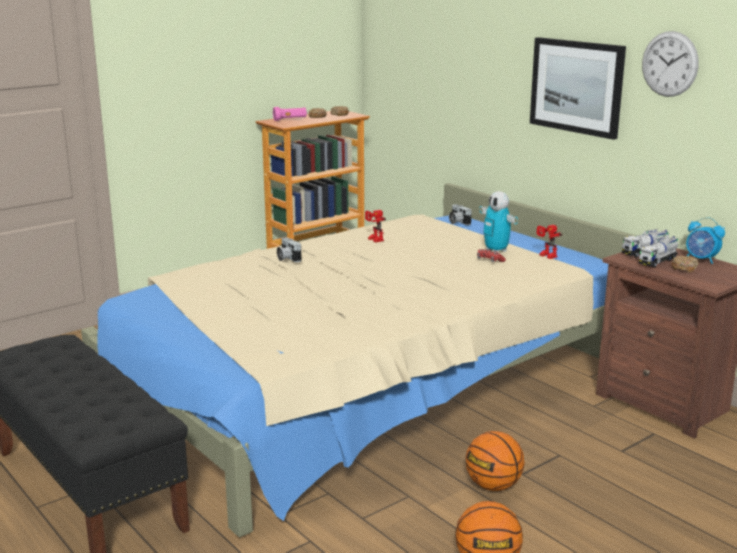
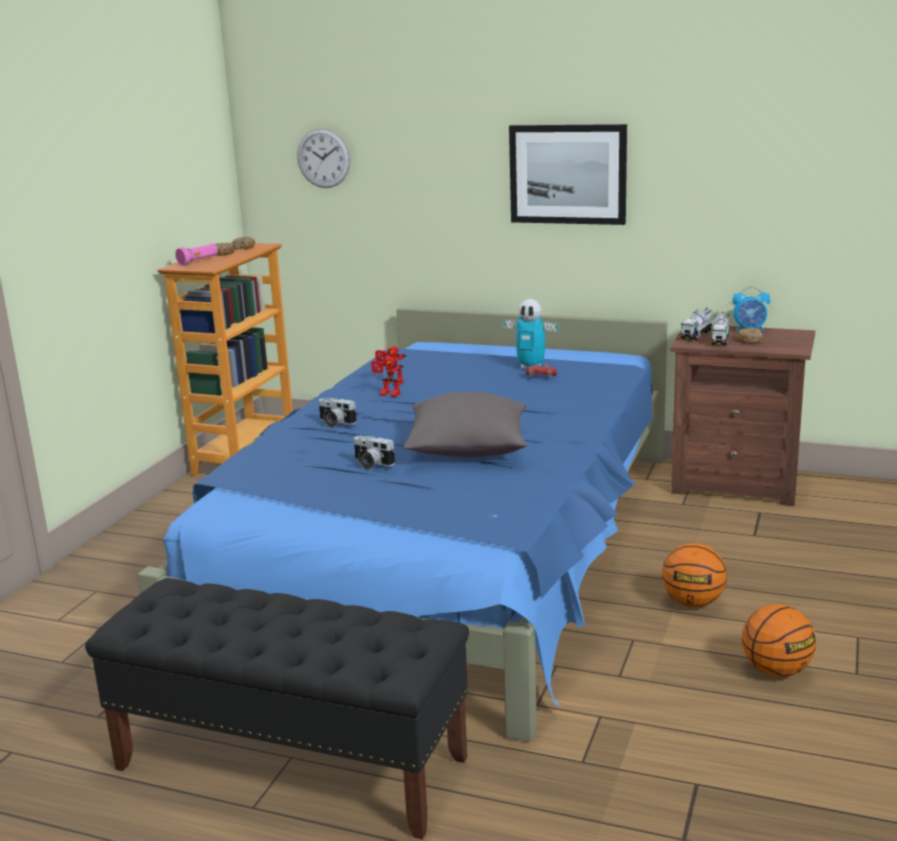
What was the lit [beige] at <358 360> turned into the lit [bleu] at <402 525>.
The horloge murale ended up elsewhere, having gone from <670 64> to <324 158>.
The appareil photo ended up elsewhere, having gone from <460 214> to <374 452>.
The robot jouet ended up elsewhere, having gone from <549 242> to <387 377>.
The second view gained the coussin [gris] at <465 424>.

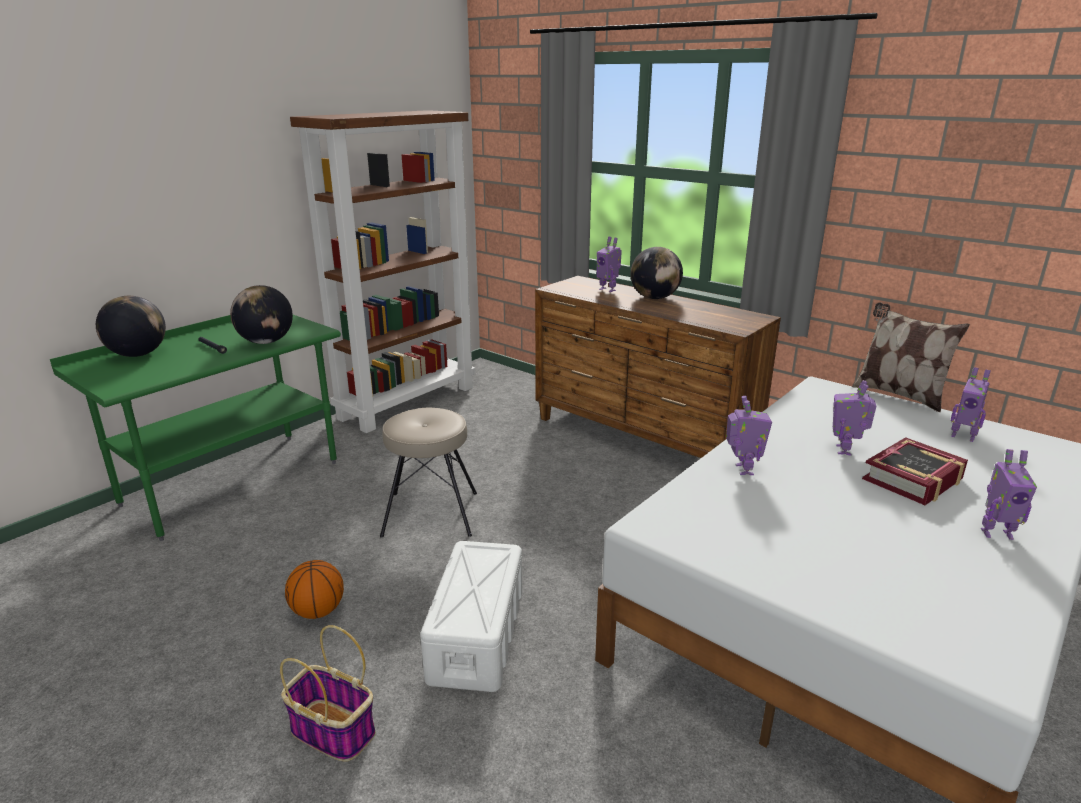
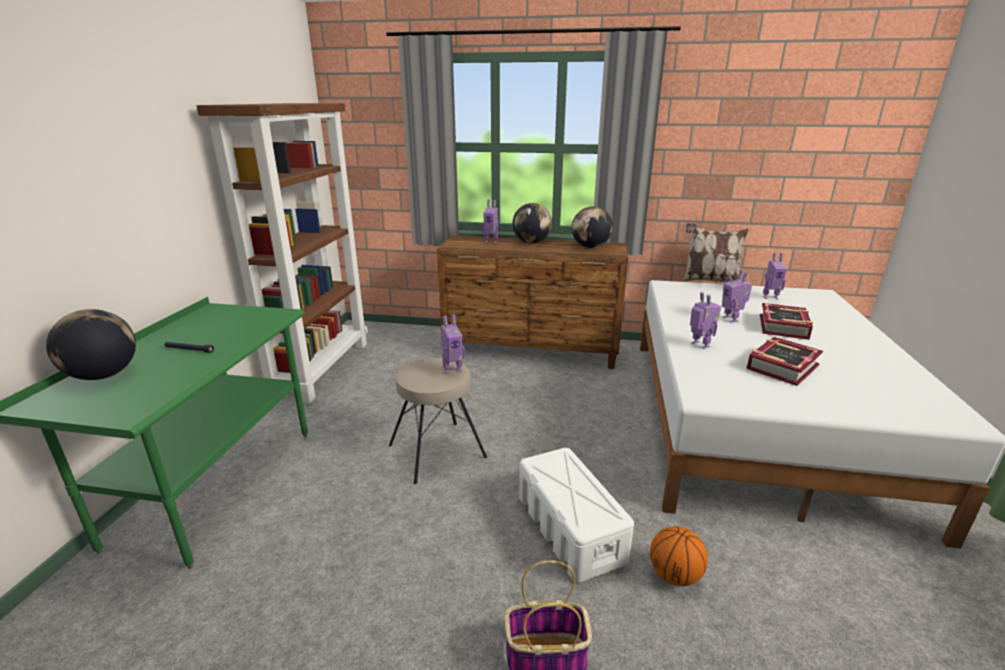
The robot jouet ended up elsewhere, having gone from <1009 494> to <453 344>.
The globe ended up elsewhere, having gone from <261 314> to <592 227>.
The ballon de basket ended up elsewhere, having gone from <314 589> to <679 556>.
The second view gained the livre at <785 361>.

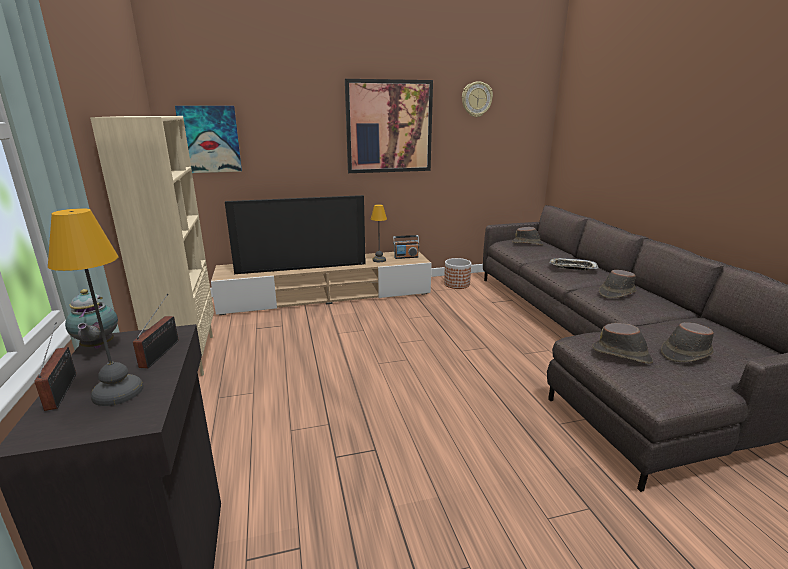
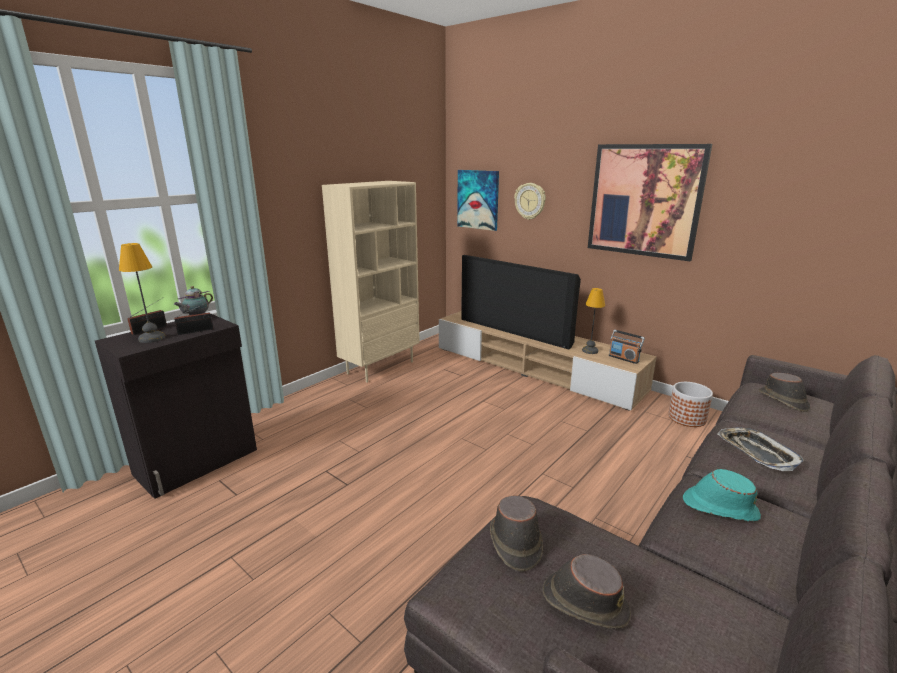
The horloge murale ended up elsewhere, having gone from <477 99> to <530 201>.
What was the chapeau [marron] at <617 284> turned into the chapeau [turquoise] at <722 495>.

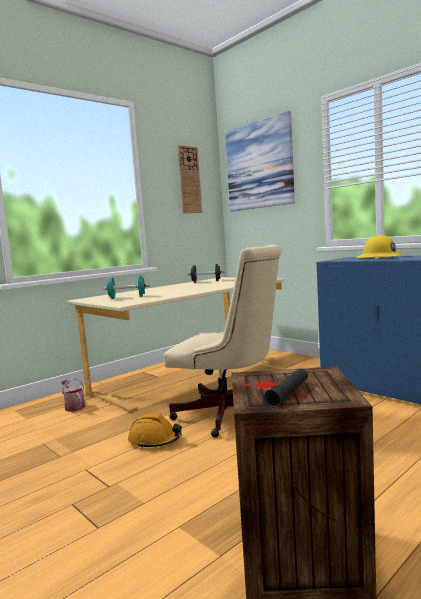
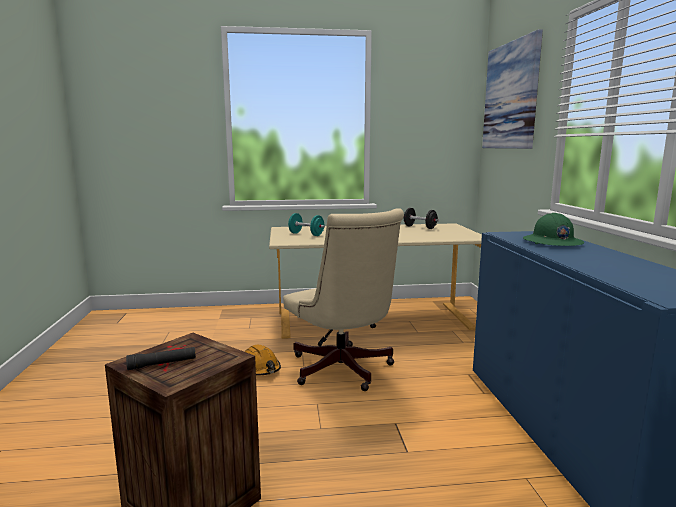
What was the casque de chantier [jaune] at <380 247> turned into the casque de chantier [vert] at <553 229>.
The second view lost the arrosoir at <73 395>.
The second view lost the horloge murale at <190 179>.

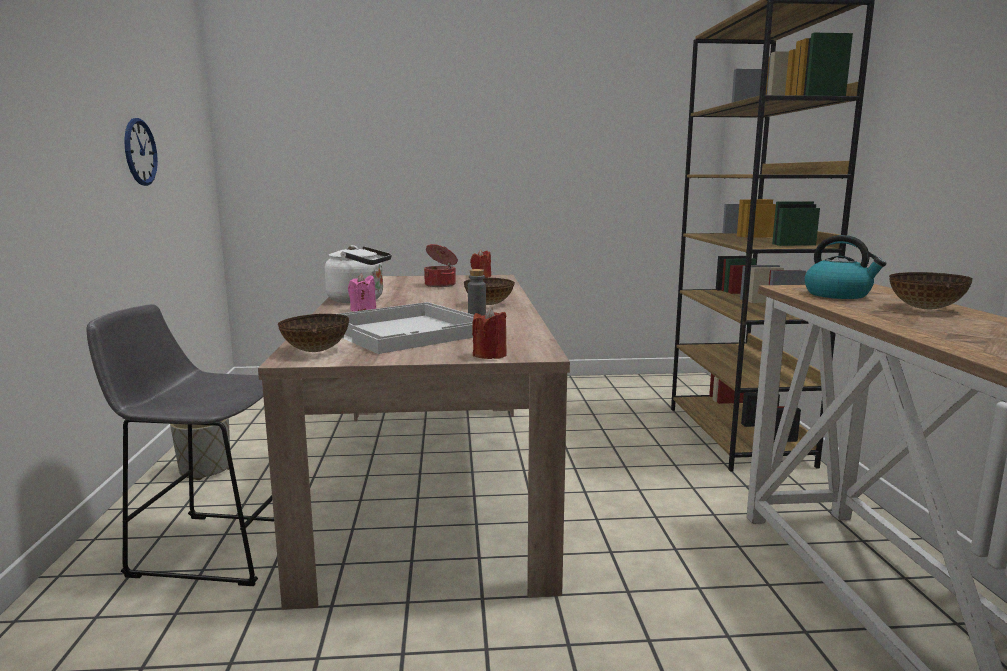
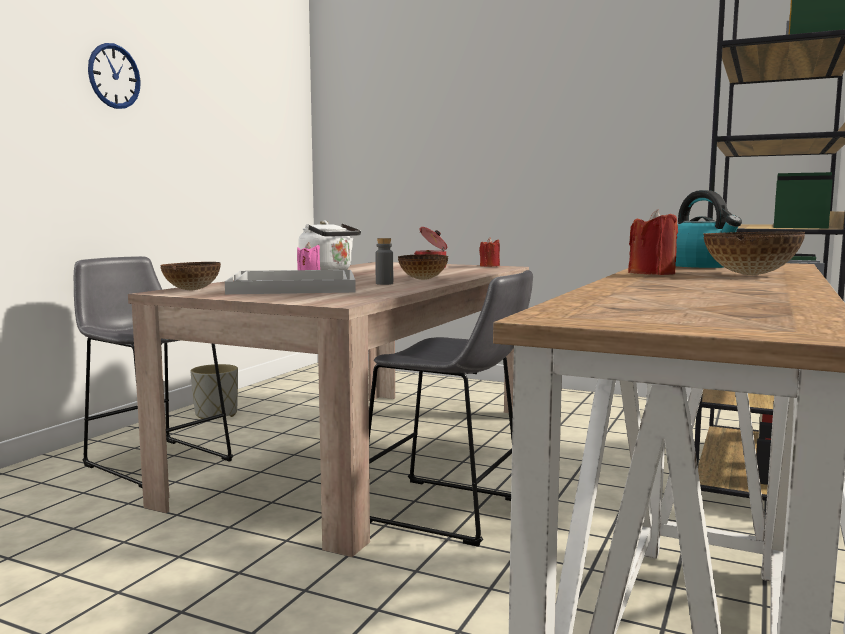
The horloge murale ended up elsewhere, having gone from <141 152> to <114 76>.
The second view gained the tabouret [gris] at <451 408>.
The bougie [rouge] ended up elsewhere, having gone from <489 333> to <653 242>.

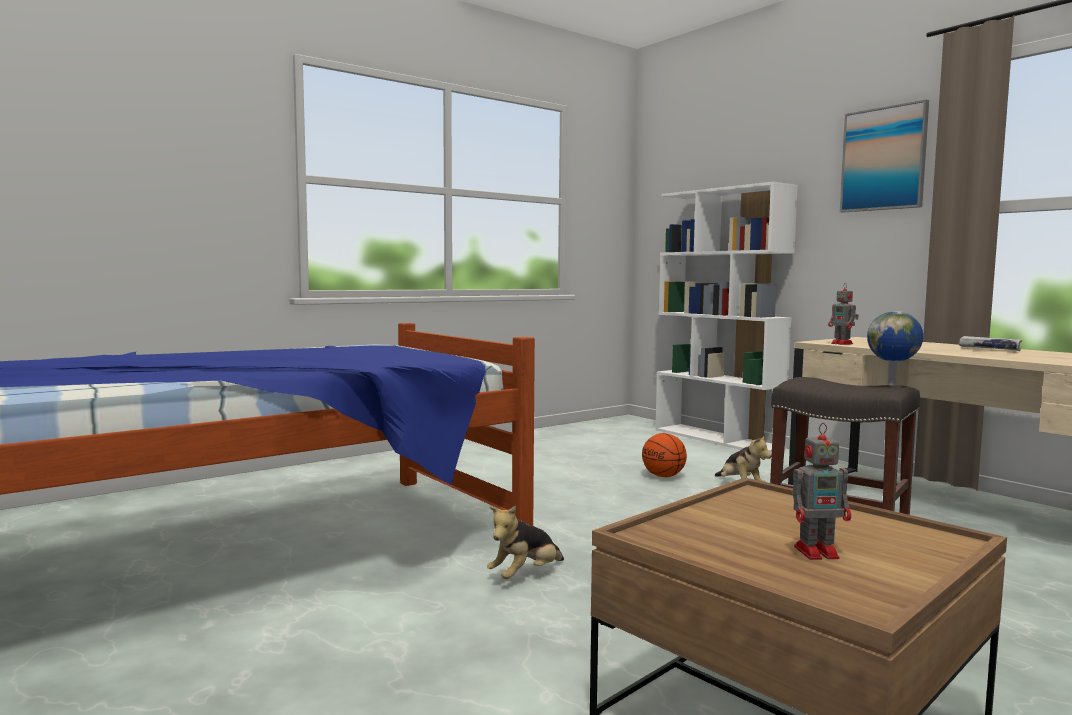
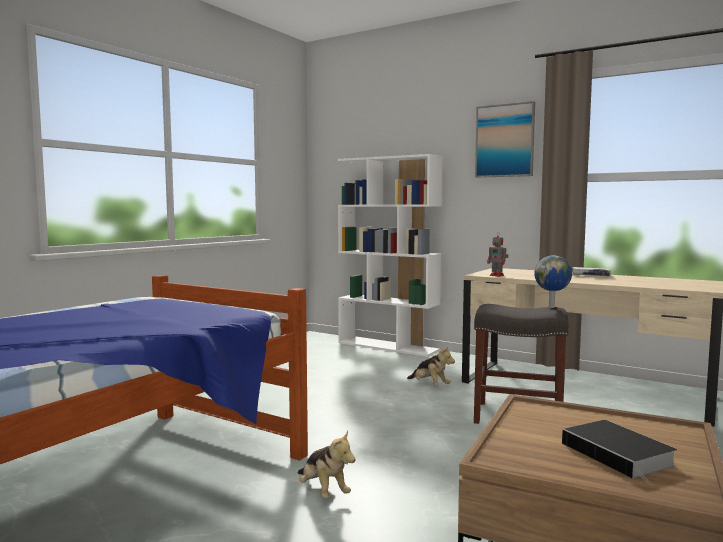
The peluche at <525 542> ended up facing another way, 60 degrees counterclockwise from before.
Where the robot jouet stood at <822 491>, the livre came to stand at <619 452>.
The second view lost the ballon de basket at <664 455>.

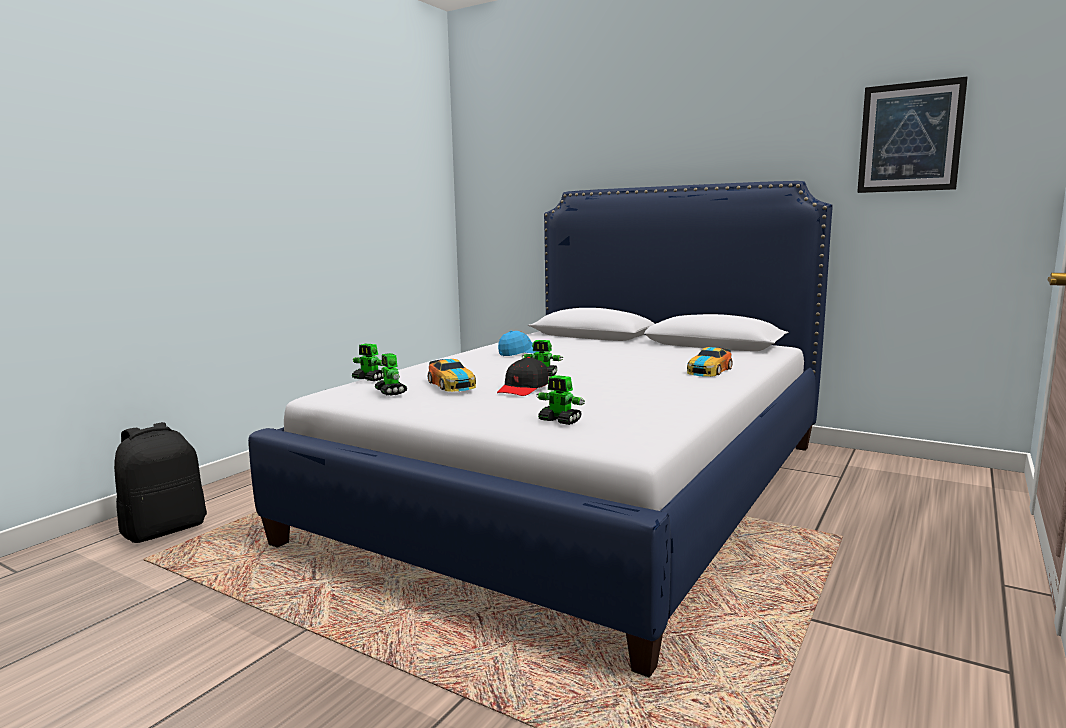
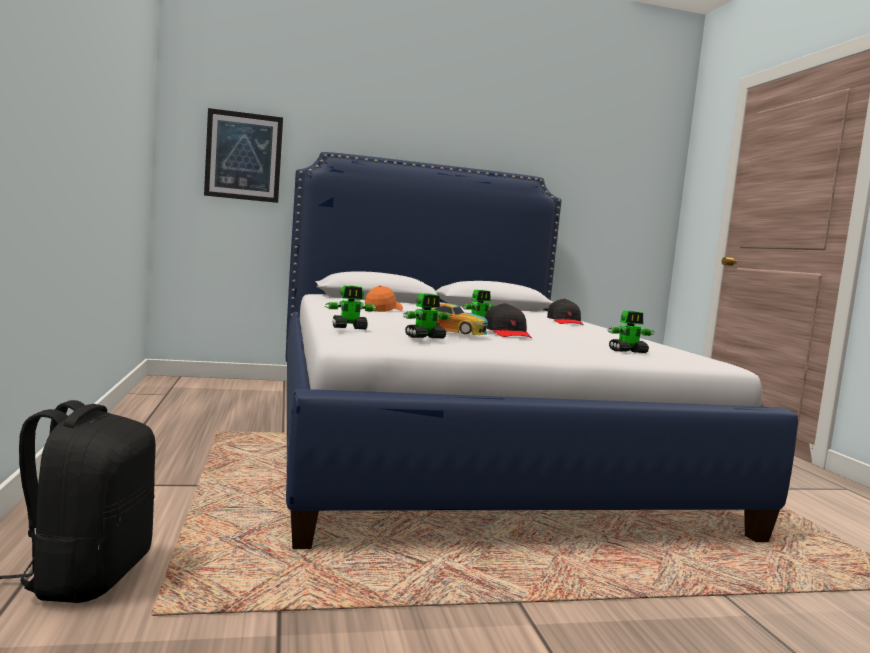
The tableau ended up elsewhere, having gone from <912 134> to <243 155>.
What was the casquette [bleu] at <518 343> turned into the casquette [orange] at <384 298>.
The robot jouet at <391 374> ended up facing another way, 45 degrees counterclockwise from before.
Where the petite voiture stood at <710 362>, the casquette [noir] came to stand at <565 311>.

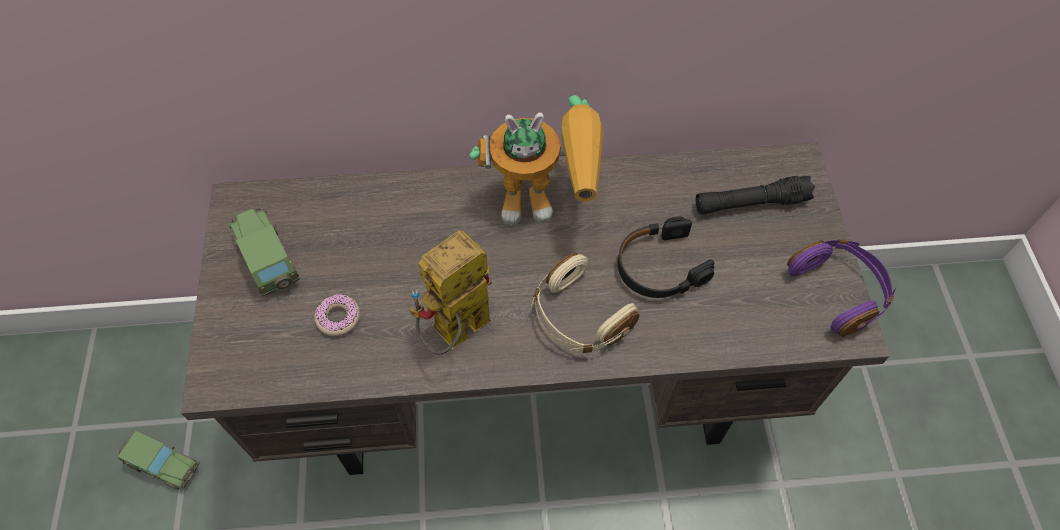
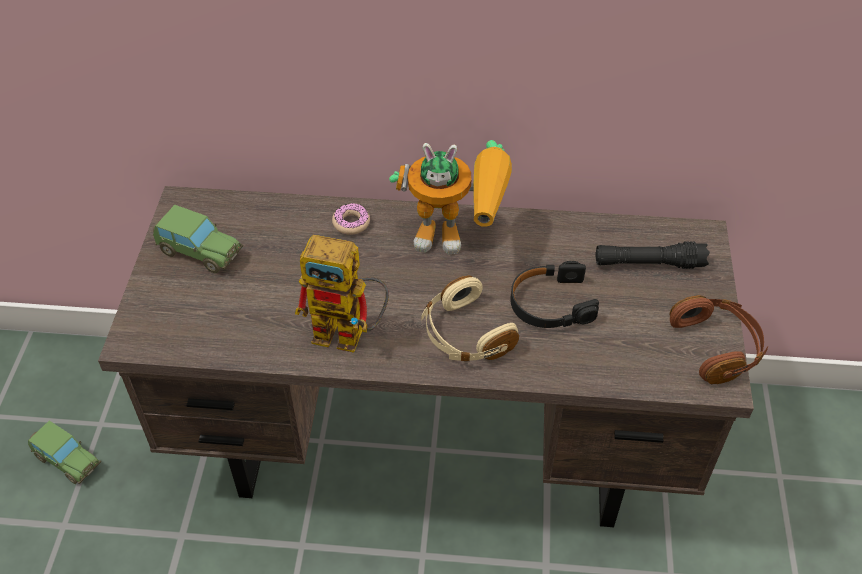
The petite voiture at <264 252> ended up facing another way, 135 degrees clockwise from before.
The robot jouet at <451 292> ended up facing another way, 135 degrees counterclockwise from before.
The beignet ended up elsewhere, having gone from <337 315> to <351 219>.
What was the casque audio [violet] at <841 288> turned into the casque audio [marron] at <718 339>.

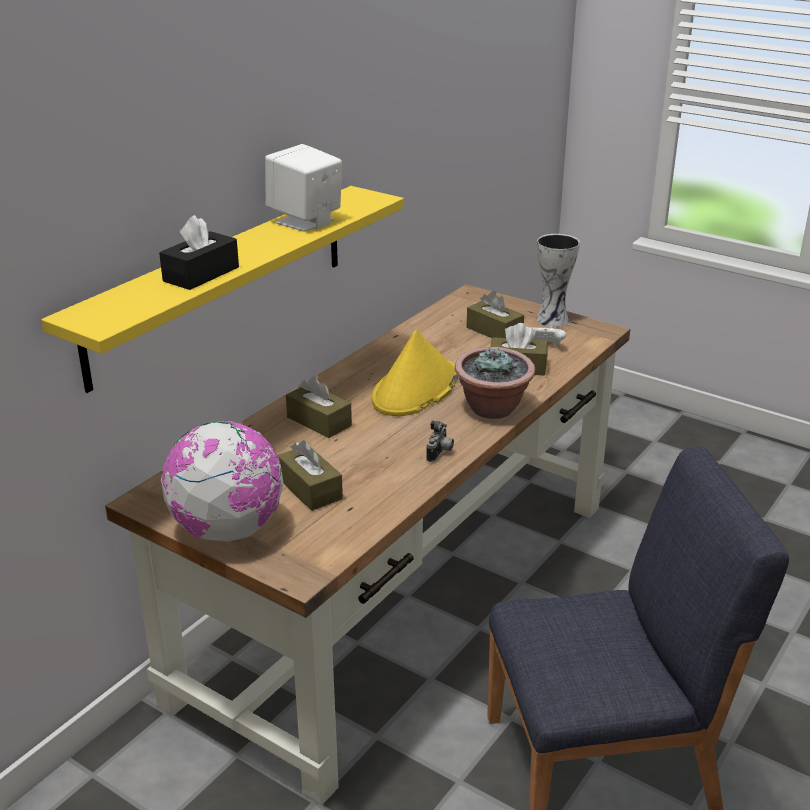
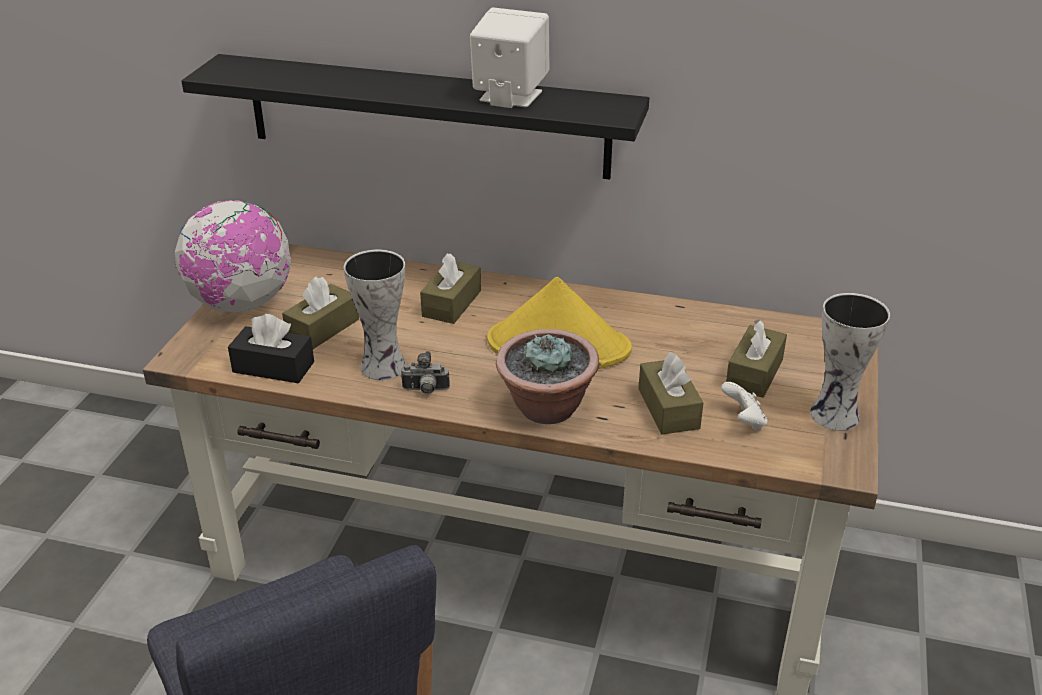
What was the étagère [jaune] at <222 289> turned into the étagère [noir] at <415 117>.
The boîte à mouchoirs [noir] ended up elsewhere, having gone from <199 252> to <271 348>.
The second view gained the vase at <375 315>.

